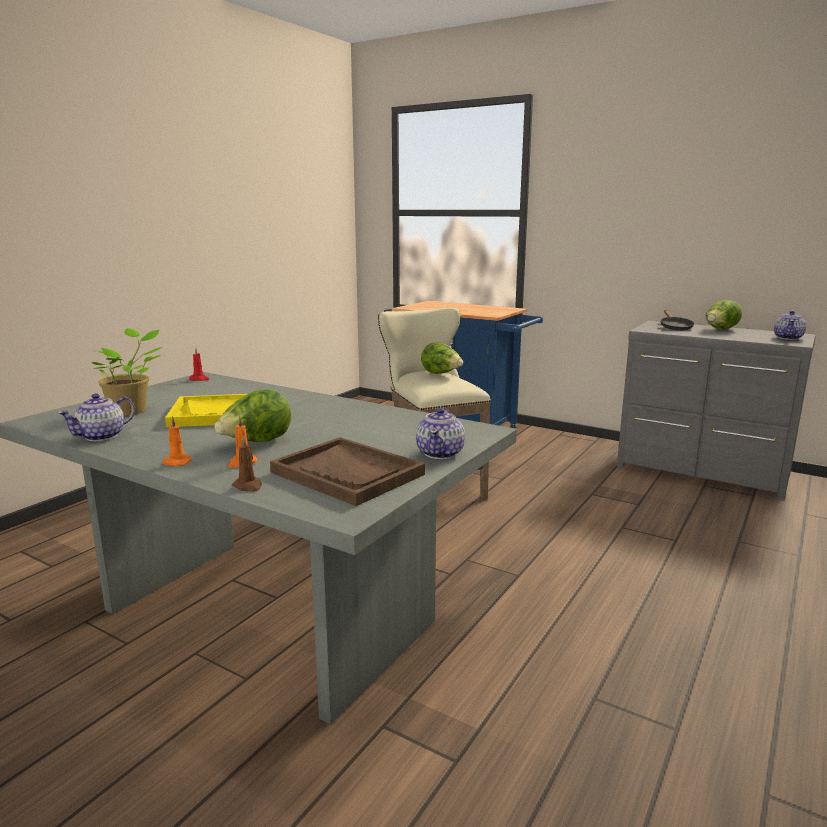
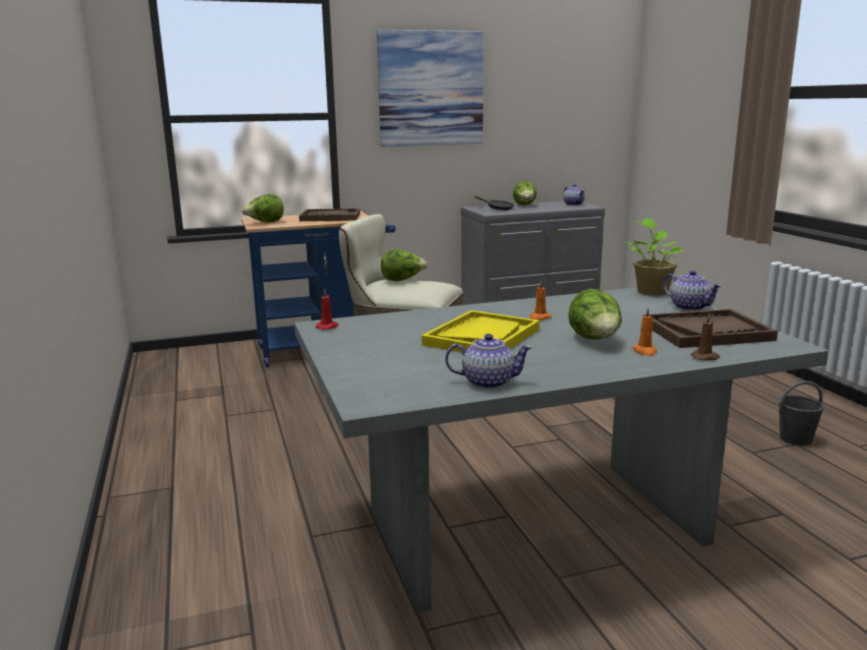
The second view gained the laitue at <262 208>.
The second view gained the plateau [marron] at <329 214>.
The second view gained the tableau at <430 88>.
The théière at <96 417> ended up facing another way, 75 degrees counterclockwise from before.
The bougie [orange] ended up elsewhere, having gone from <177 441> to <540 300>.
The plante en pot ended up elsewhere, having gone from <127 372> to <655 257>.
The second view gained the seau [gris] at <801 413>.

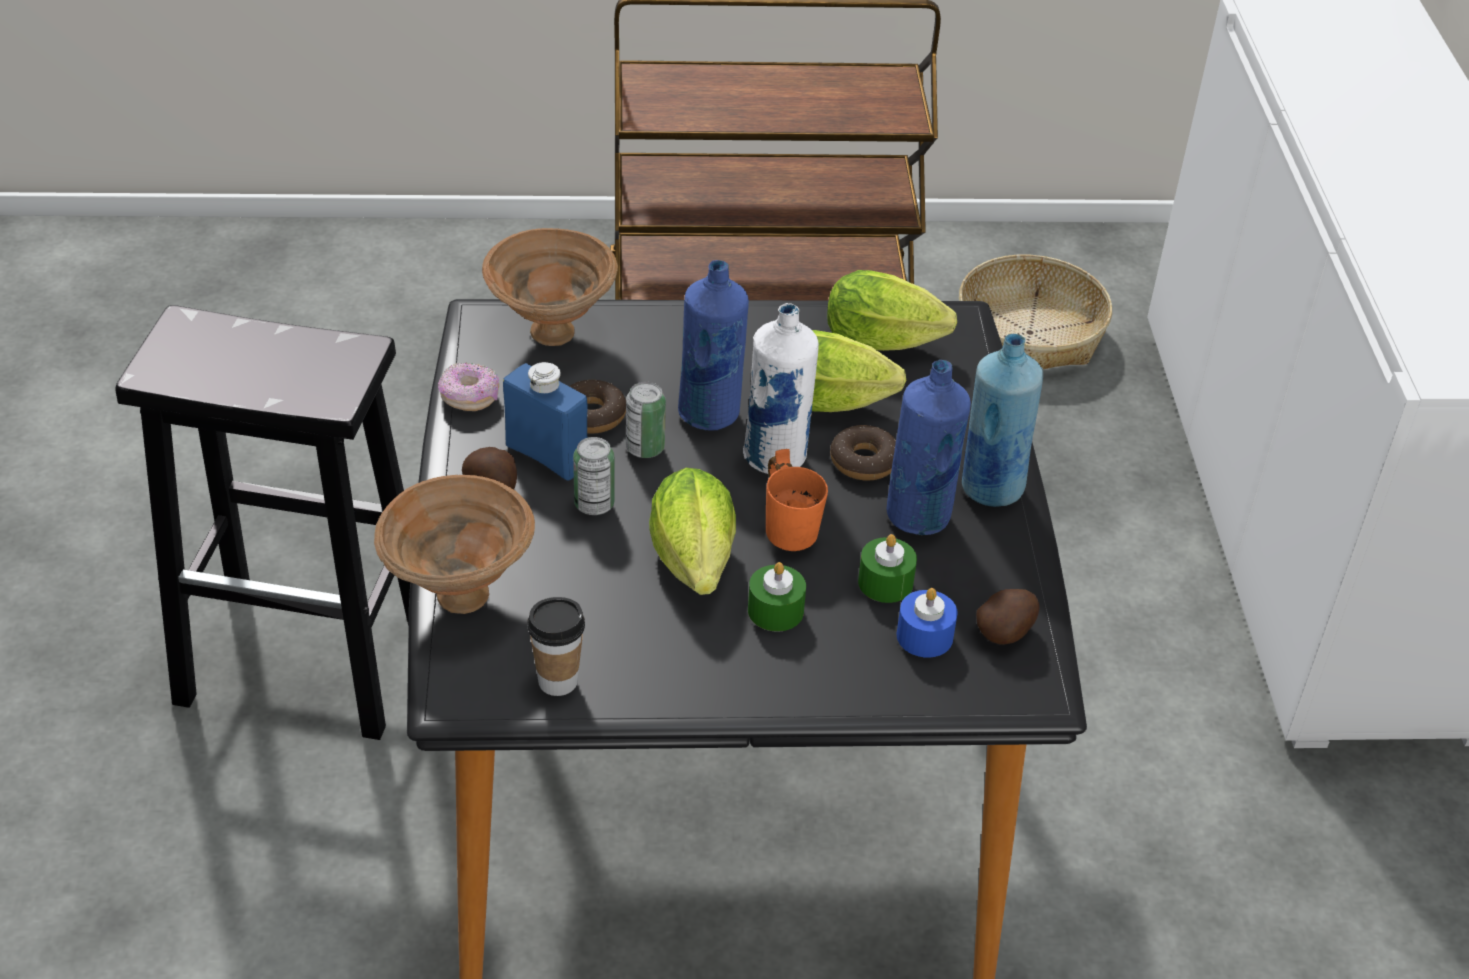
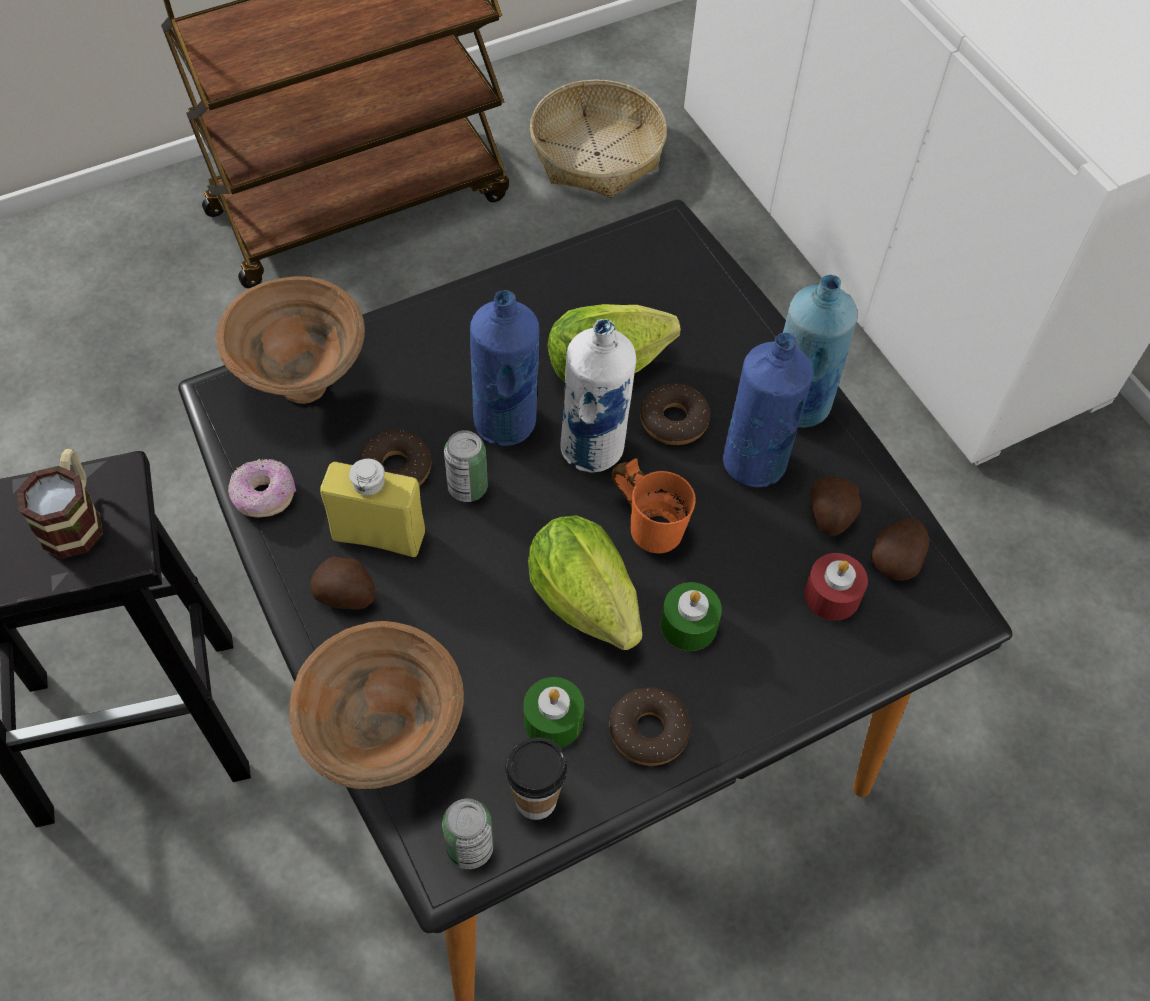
The second view gained the mug at <60 504>.
What was the bouteille [bleu] at <545 421> turned into the bouteille [jaune] at <372 508>.
The boîte métallique ended up elsewhere, having gone from <593 476> to <468 834>.
The bougie [vert] ended up elsewhere, having gone from <887 568> to <553 712>.
The second view gained the beignet at <650 726>.
What was the bougie [bleu] at <927 623> turned into the bougie [rouge] at <836 586>.
The second view gained the pomme de terre at <835 506>.
The second view lost the laitue at <892 310>.

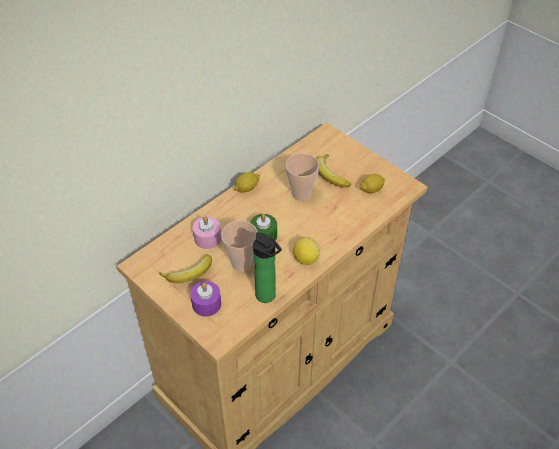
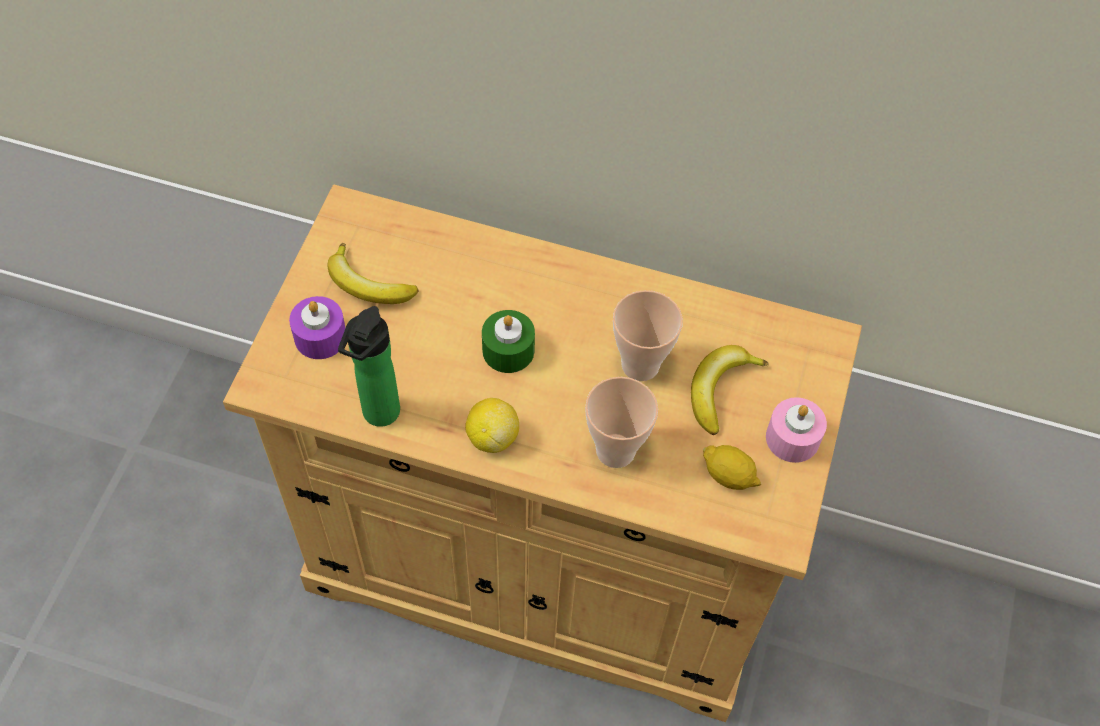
The tasse ended up elsewhere, having gone from <239 246> to <621 422>.
The bougie [rose] ended up elsewhere, having gone from <207 232> to <796 430>.
The second view lost the citron at <247 182>.

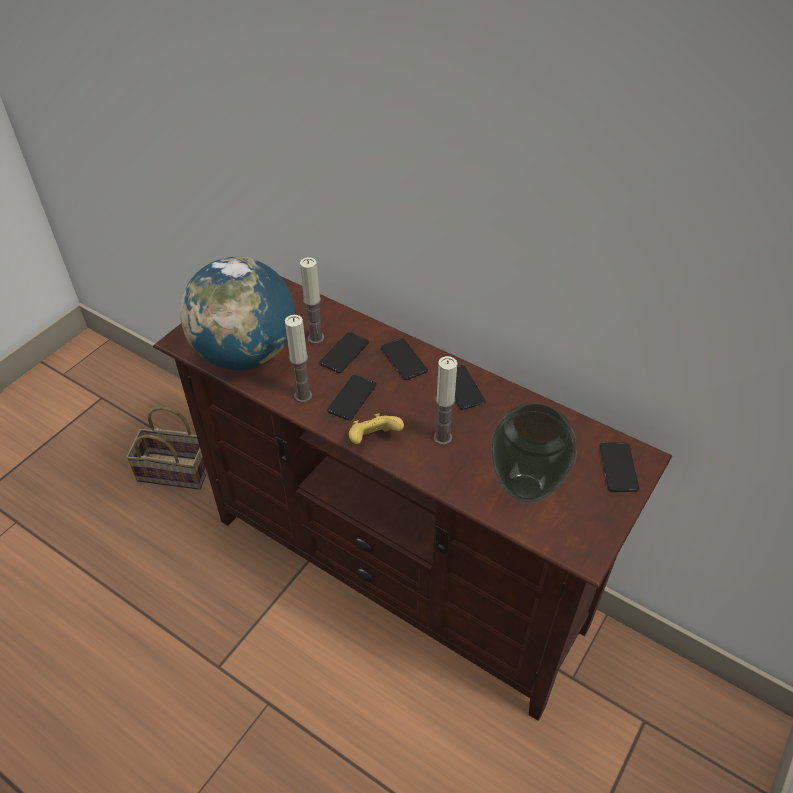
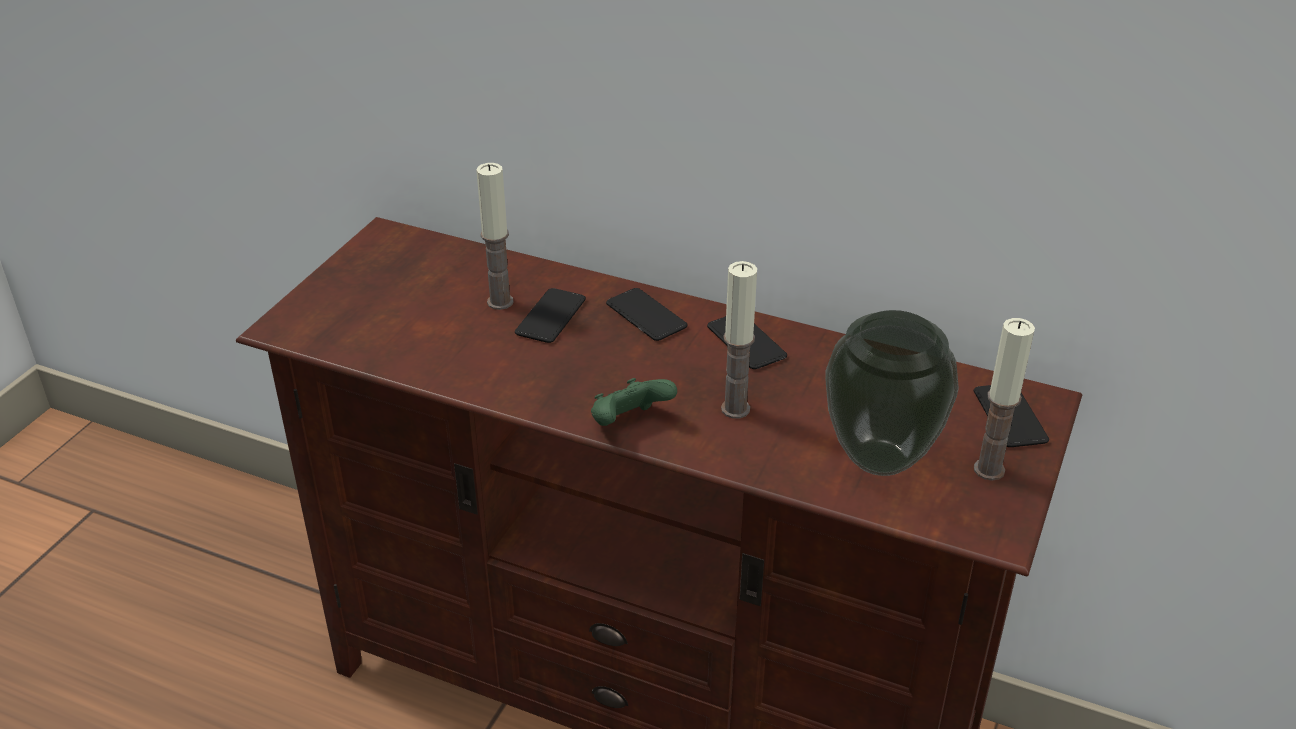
What was the manette [jaune] at <376 428> turned into the manette [vert] at <634 402>.
The bougie ended up elsewhere, having gone from <298 359> to <1004 399>.
The second view lost the panier at <166 448>.
The second view lost the globe at <237 313>.
The second view lost the téléphone at <351 397>.

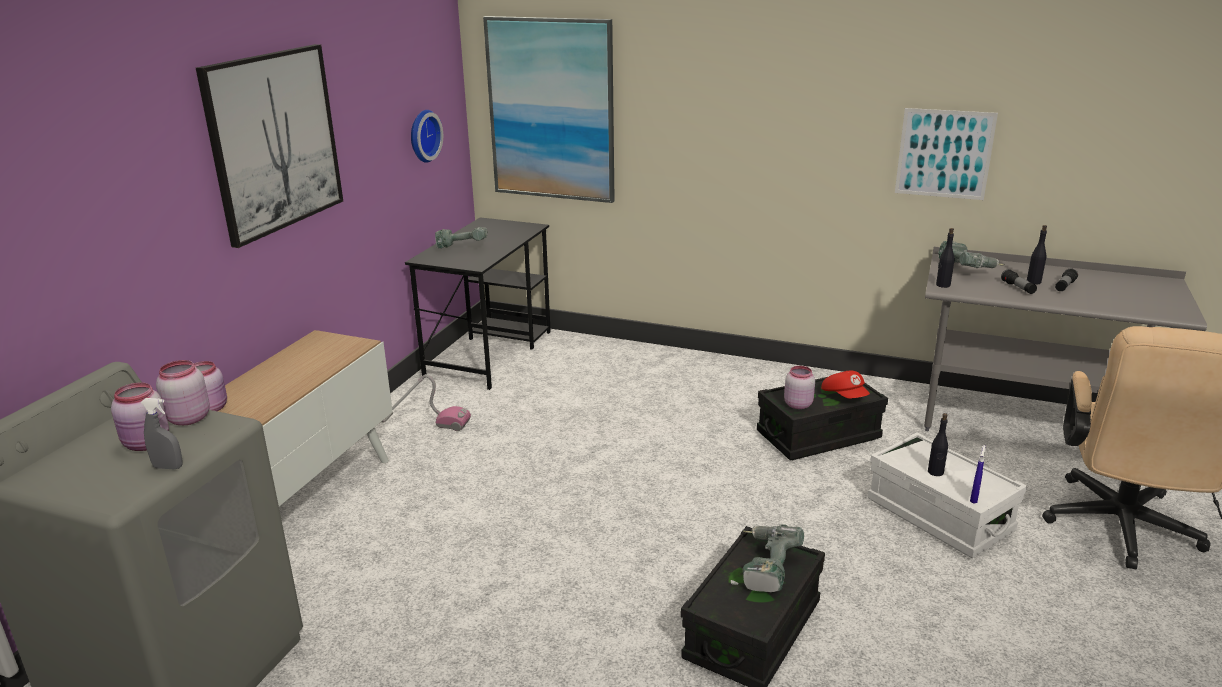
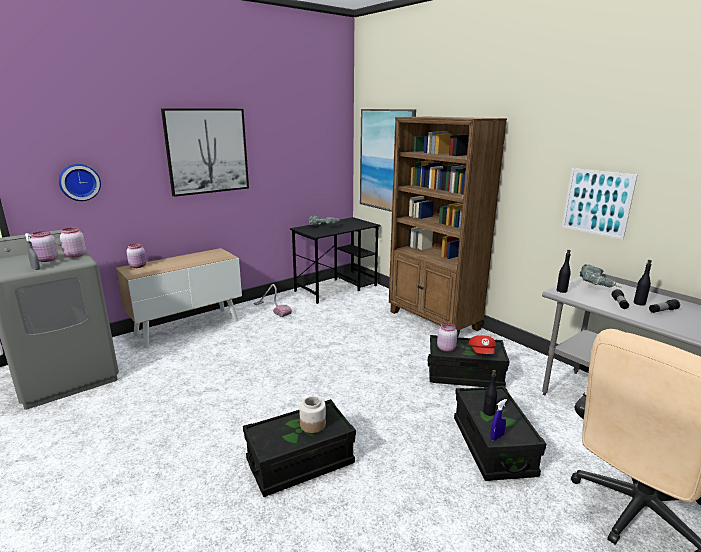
The horloge murale ended up elsewhere, having gone from <427 136> to <80 182>.
Where the perceuse stood at <767 558>, the bocal came to stand at <312 414>.
The second view gained the bibliothèque [marron] at <448 227>.
What was the boîte de rangement [blanc] at <947 495> turned into the boîte de rangement [noir] at <500 433>.

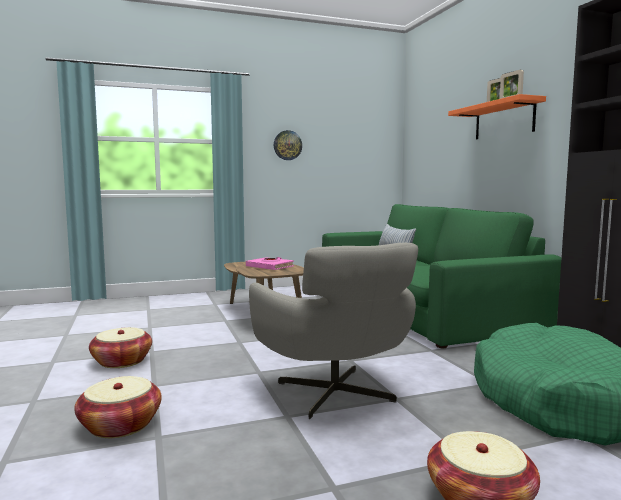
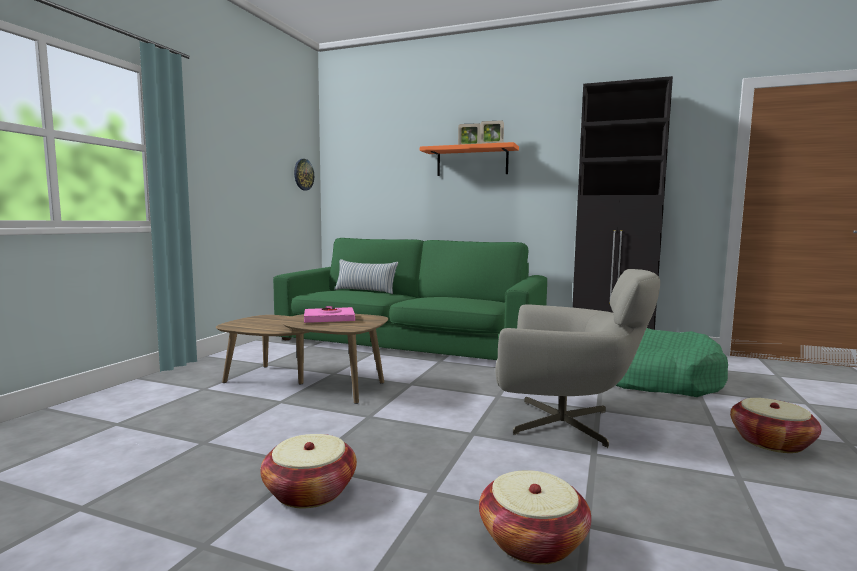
The horloge murale ended up elsewhere, having gone from <288 145> to <304 174>.

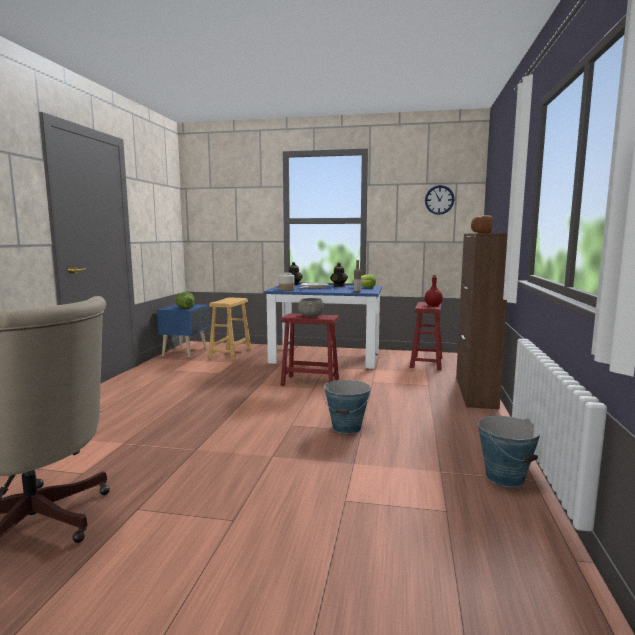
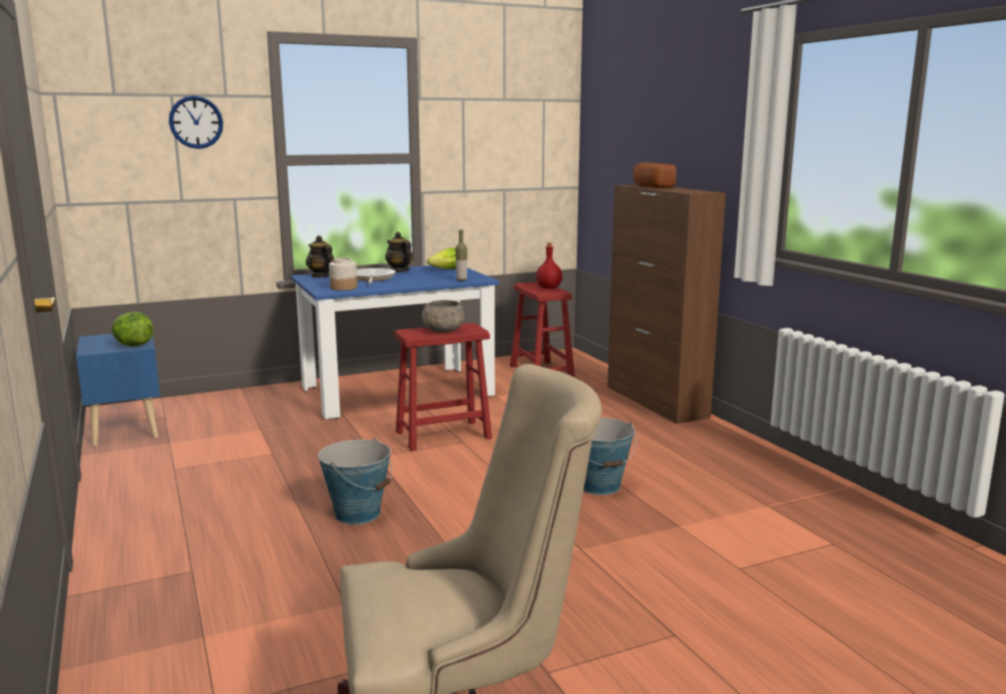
The horloge murale ended up elsewhere, having gone from <439 200> to <196 122>.
The seau ended up elsewhere, having gone from <509 451> to <355 481>.
The second view lost the tabouret [marron] at <230 329>.

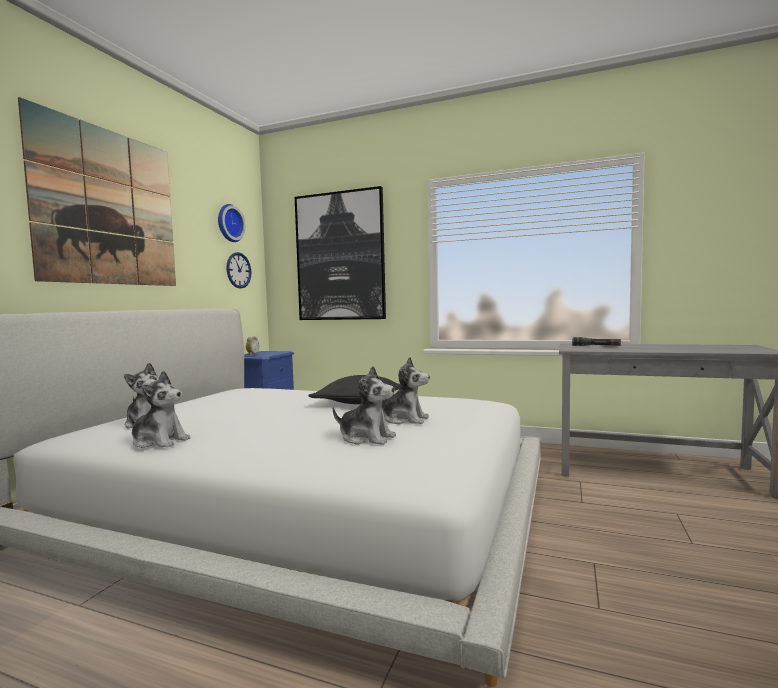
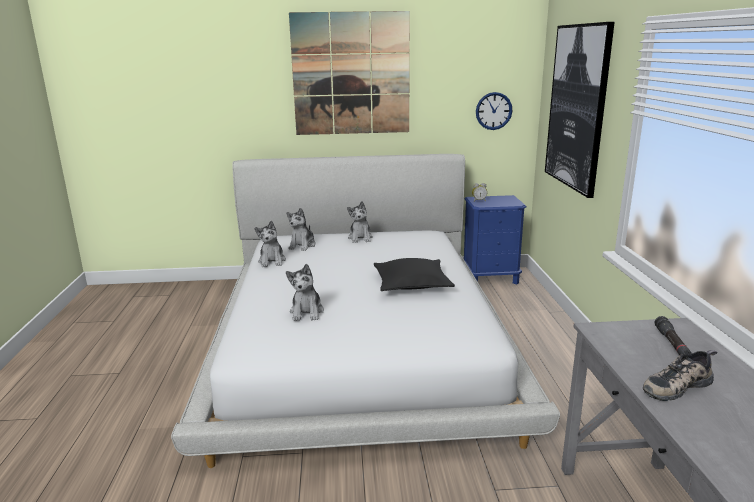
The peluche ended up elsewhere, having gone from <406 390> to <360 222>.
The second view gained the chaussure at <680 375>.
The second view lost the horloge murale at <232 223>.

